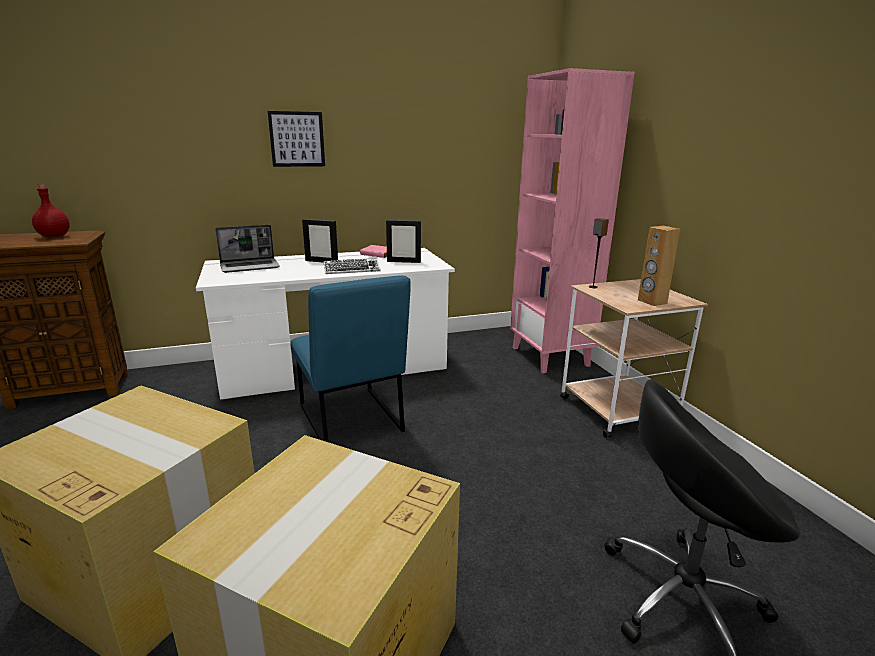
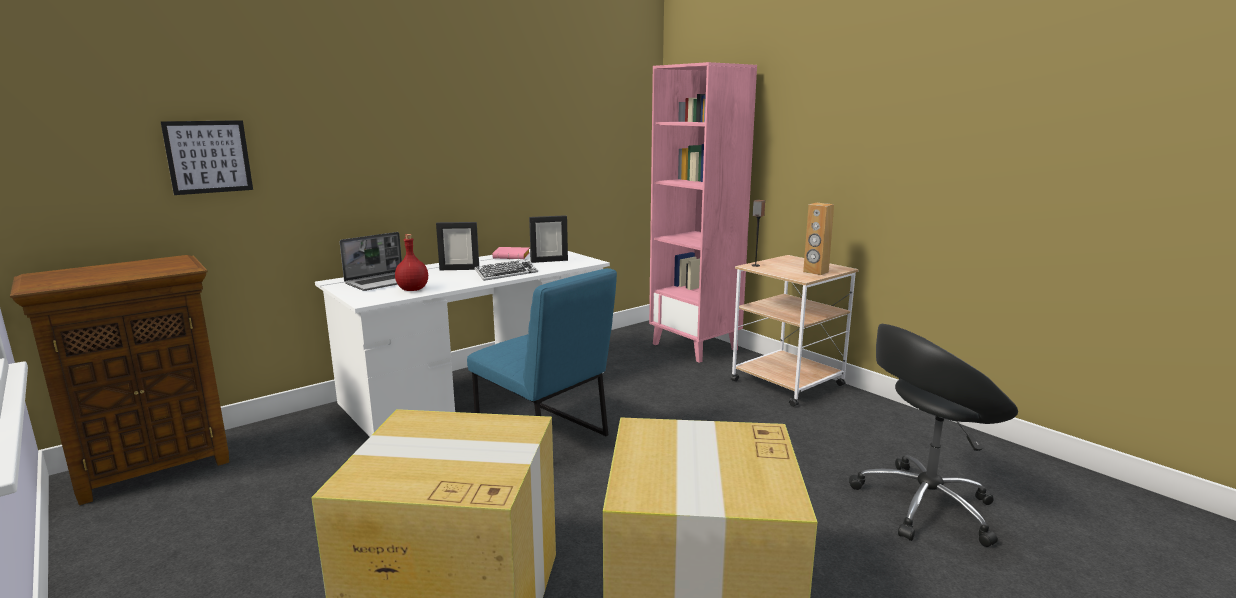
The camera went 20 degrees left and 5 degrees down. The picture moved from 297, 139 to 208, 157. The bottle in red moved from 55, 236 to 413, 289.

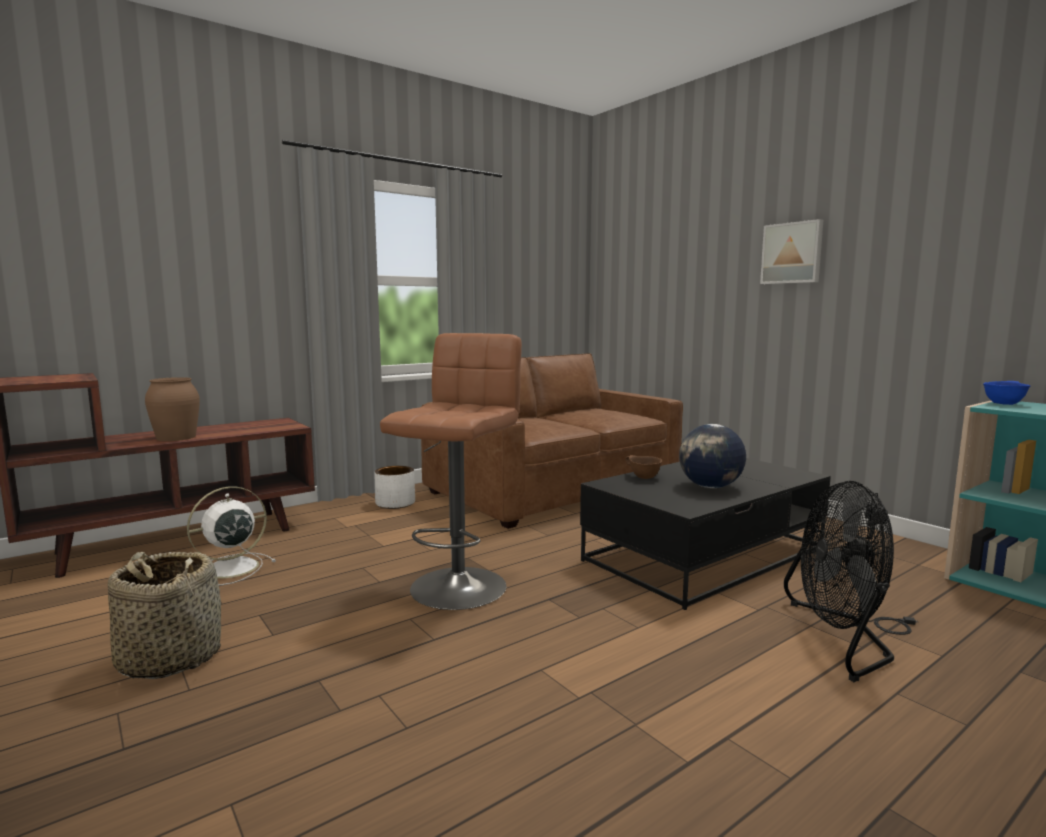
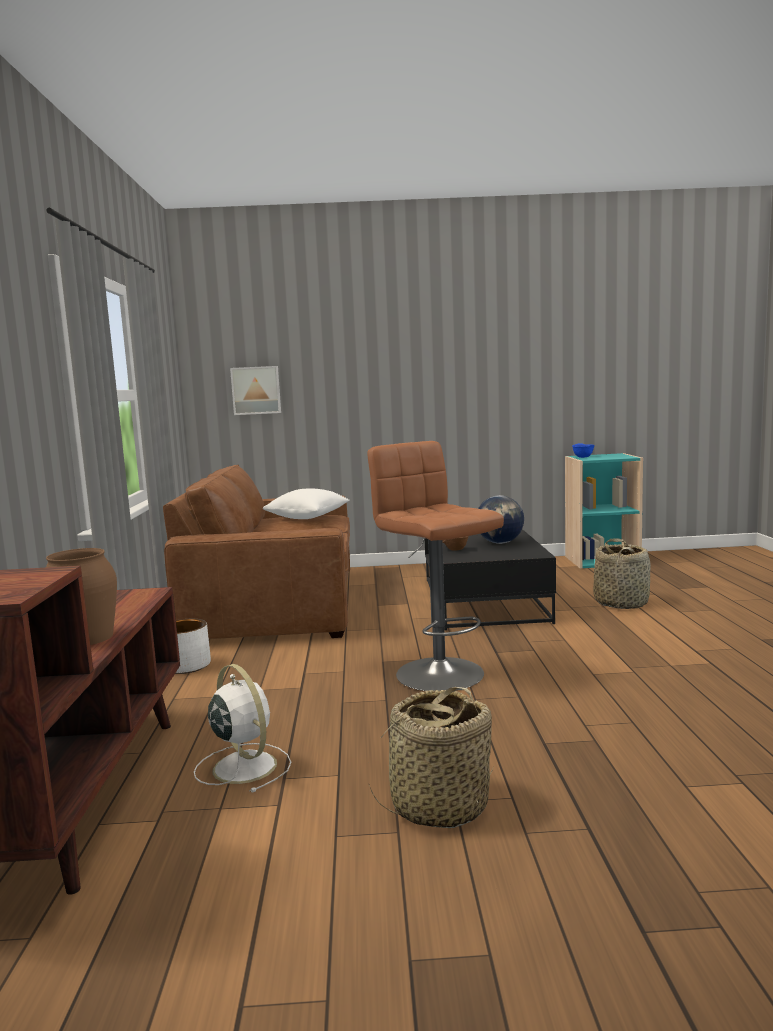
The camera went 55 degrees left and 0 degrees up. The fan in white at 229, 569 turned 150 degrees clockwise. The picture moved from 792, 253 to 256, 390. The pillow in white at 308, 517 appeared. The fan in black at 848, 636 was replaced by the basket at 621, 602.

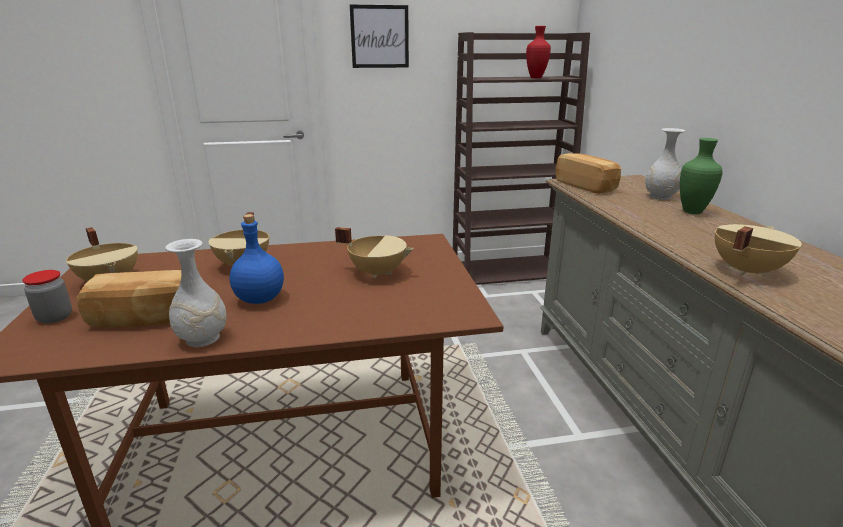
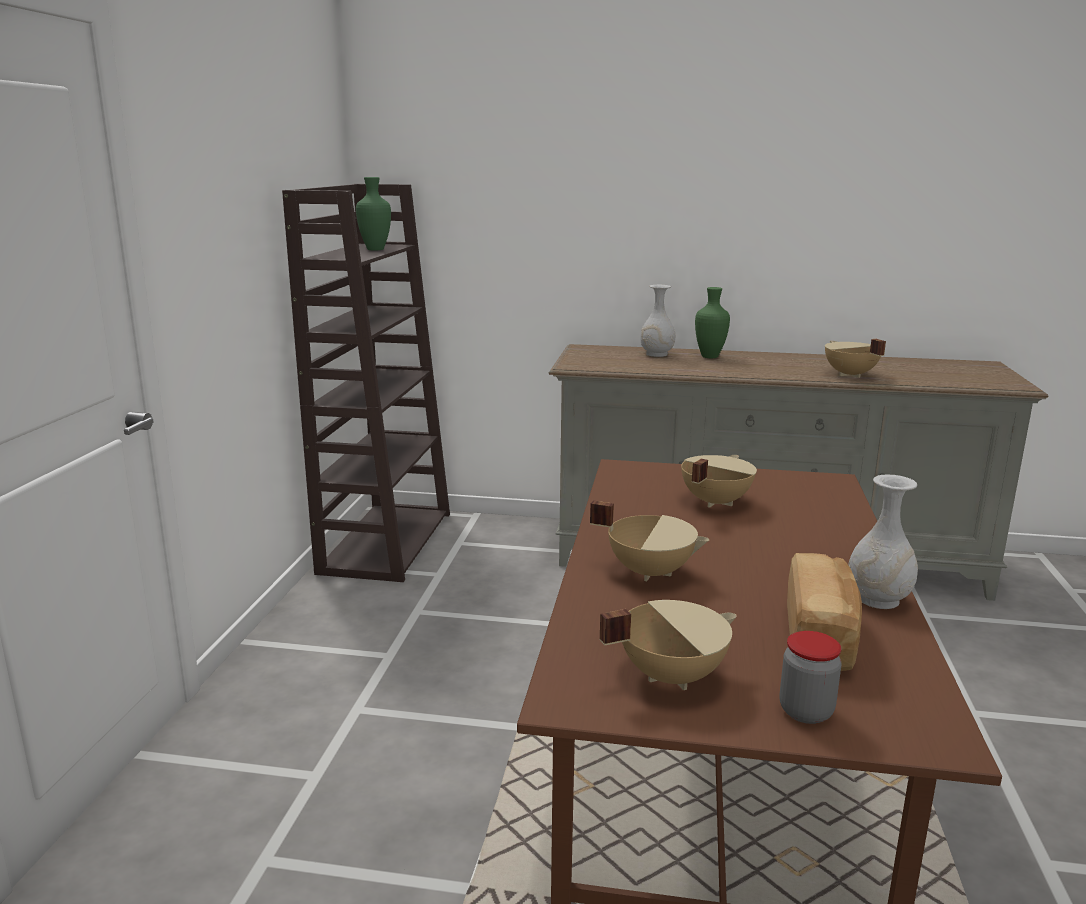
The camera went 70 degrees left and 5 degrees down. The vase in red at 536, 78 became the vase in green at 375, 249. The bottle in blue at 260, 298 disappeared. The picture at 379, 37 disappeared. The bread at 586, 186 disappeared.

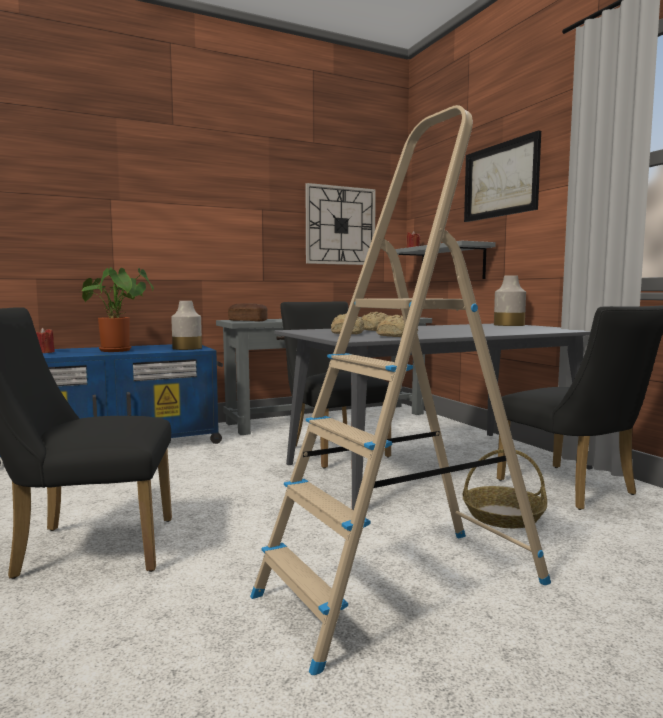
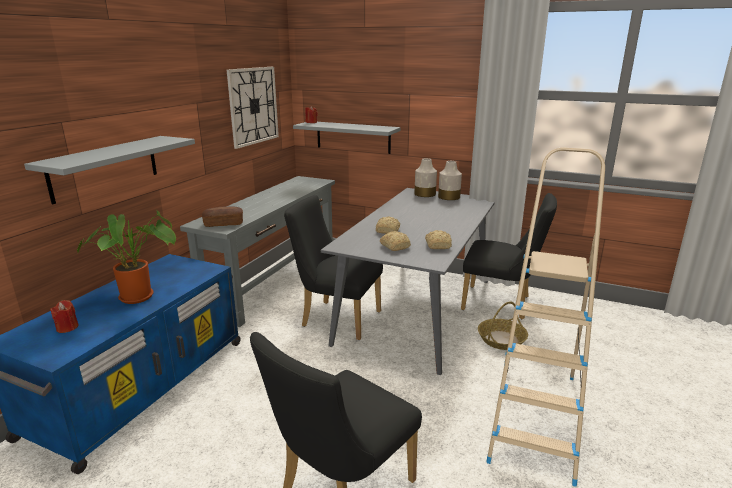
The camera went 40 degrees left and 15 degrees up. The shelf in grey at 105, 168 appeared. The vase in beige moved from 187, 348 to 449, 197. The picture at 500, 180 disappeared.

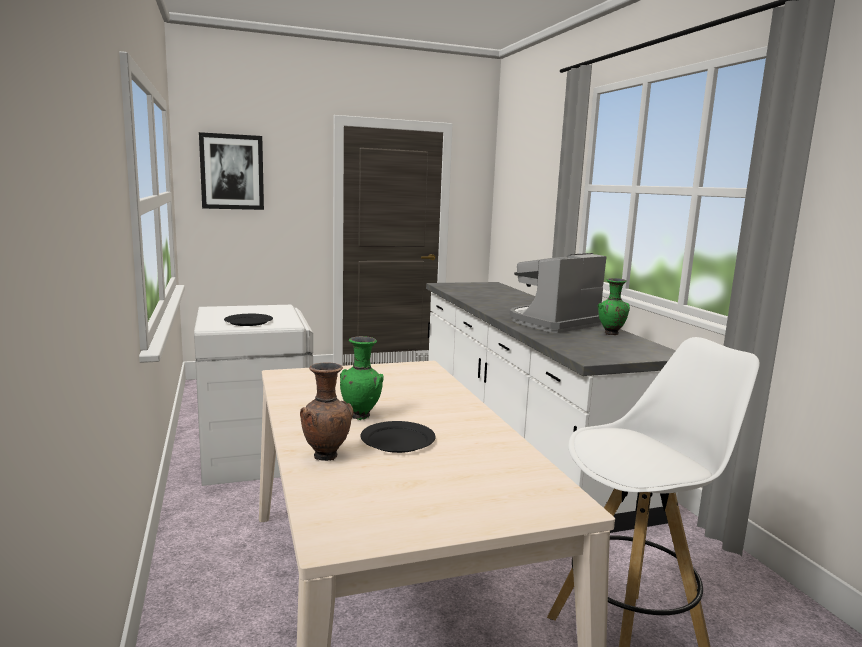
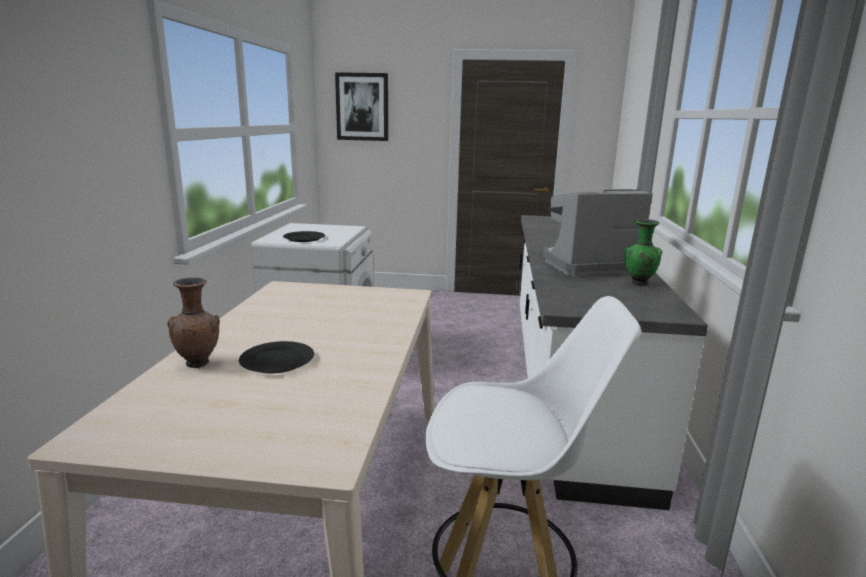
The camera went 25 degrees right and 5 degrees up. The vase in green at 361, 416 disappeared.

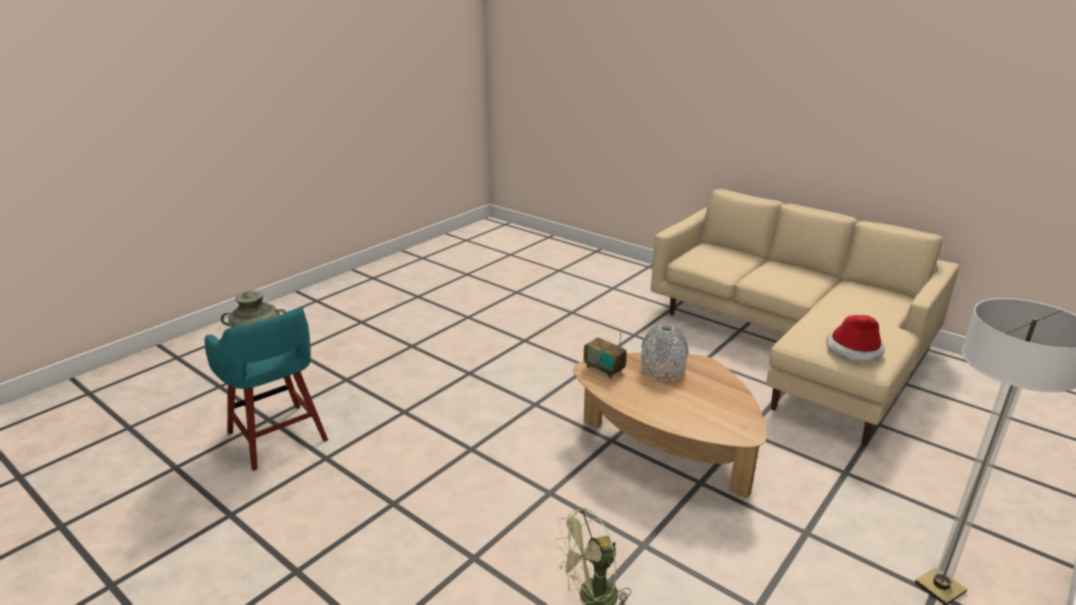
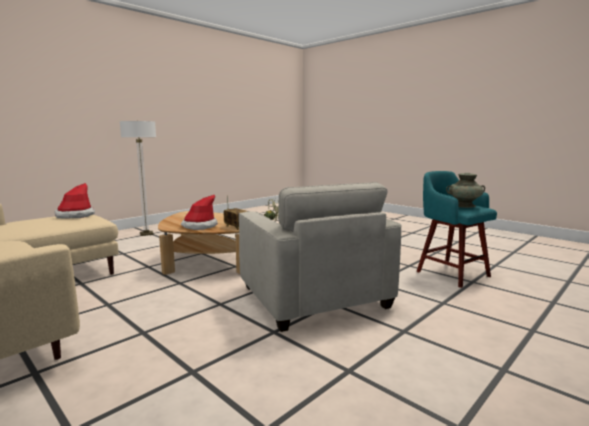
The camera went 175 degrees left and 15 degrees down. The vase in grey at 662, 370 was replaced by the hat at 199, 226. The armchair in grey at 313, 297 appeared.

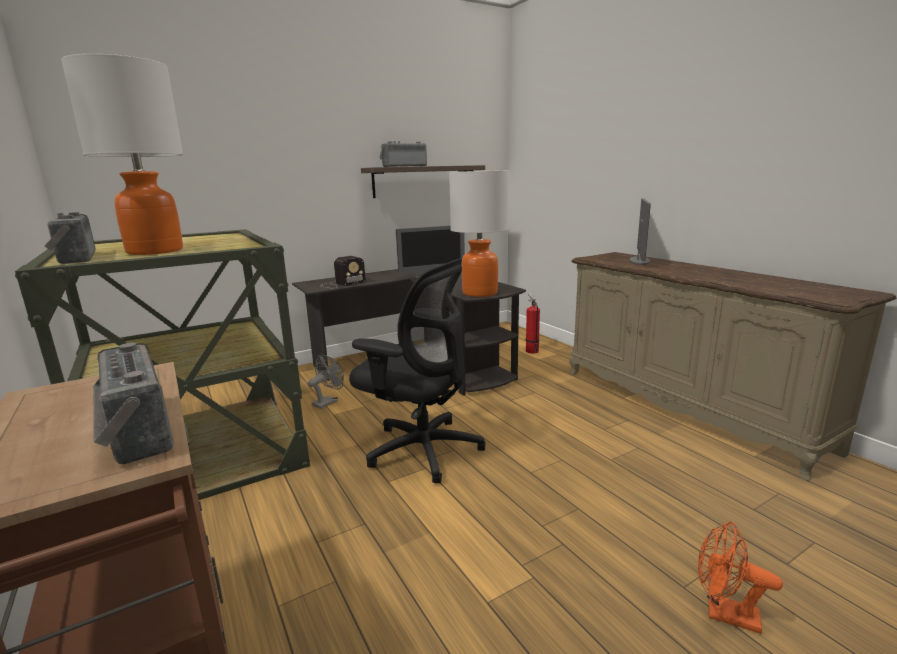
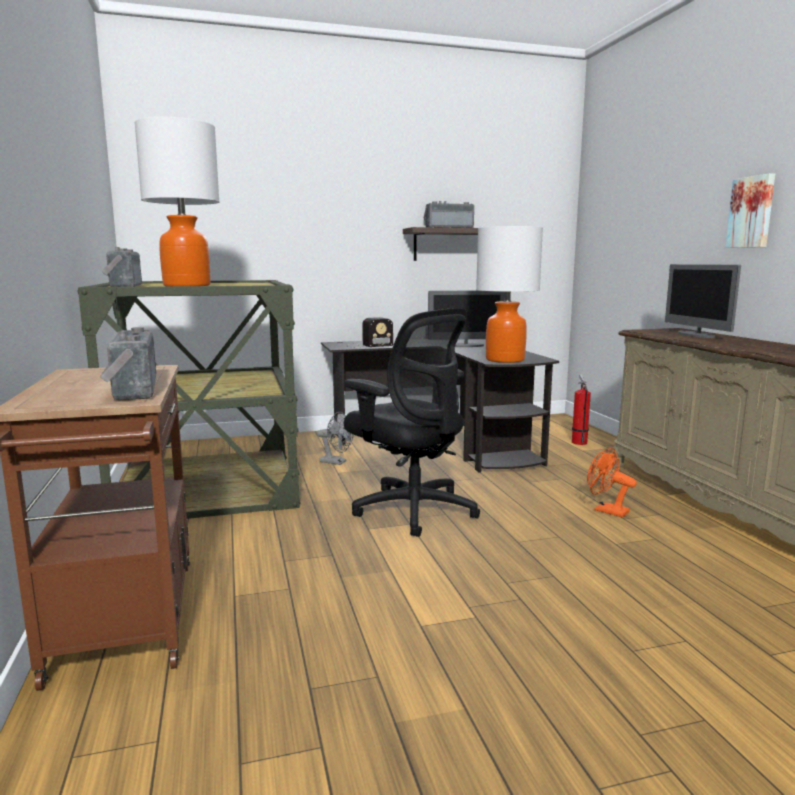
The camera went 15 degrees right and 5 degrees down. The fan in grey at 328, 402 turned 60 degrees clockwise. The fan in orange moved from 724, 614 to 606, 510. The monitor at 639, 261 turned 135 degrees clockwise. The picture at 752, 212 appeared.

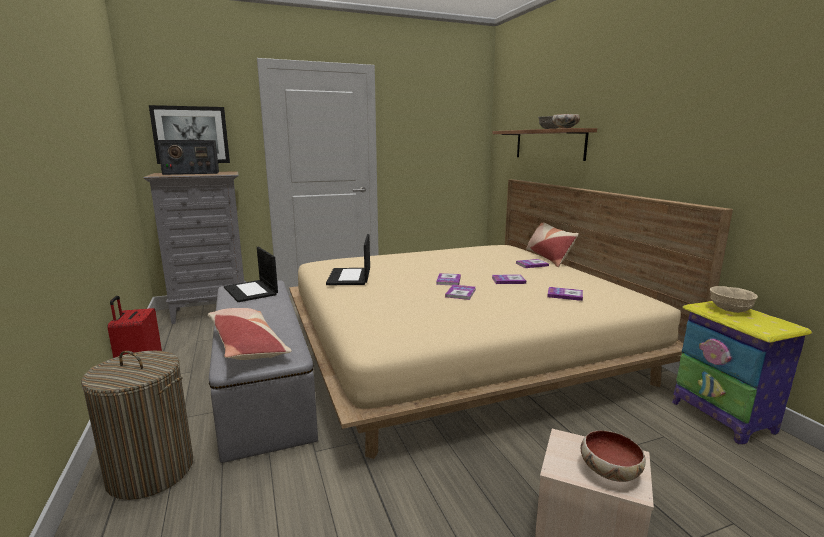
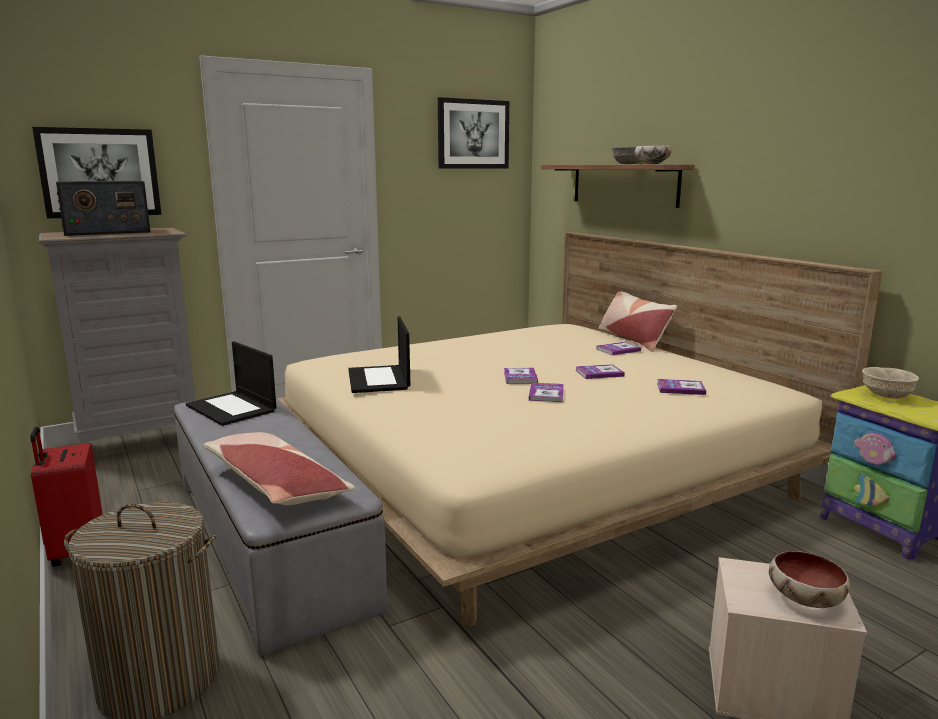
The camera went 10 degrees left and 0 degrees up. The picture at 473, 134 appeared.

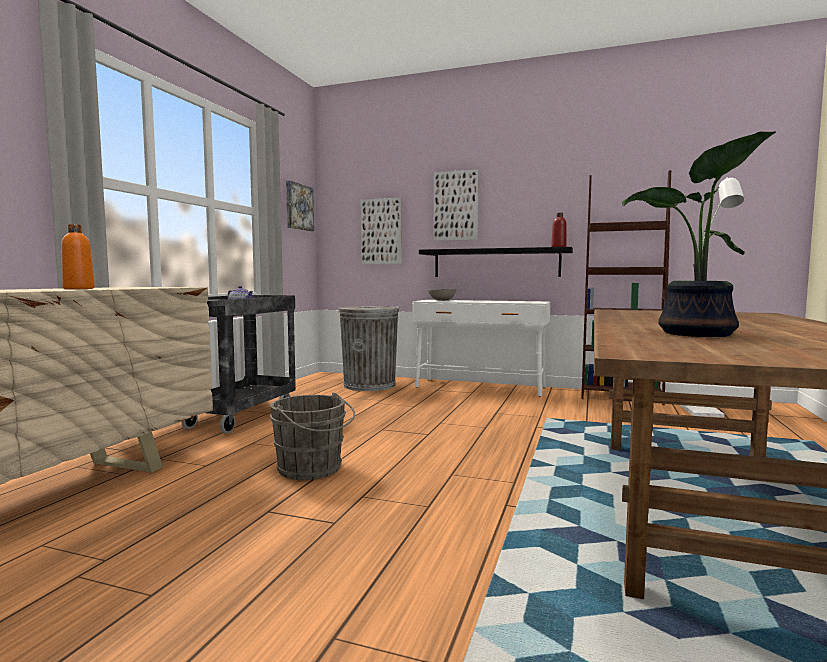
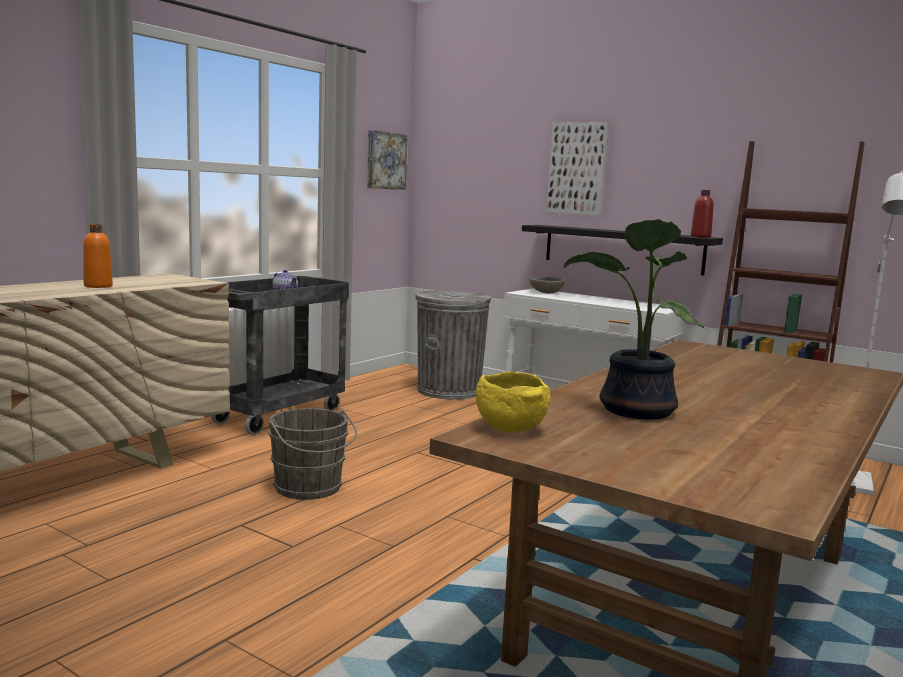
The camera went 15 degrees right and 5 degrees up. The bowl in yellow at 509, 429 appeared. The picture at 381, 231 disappeared.

